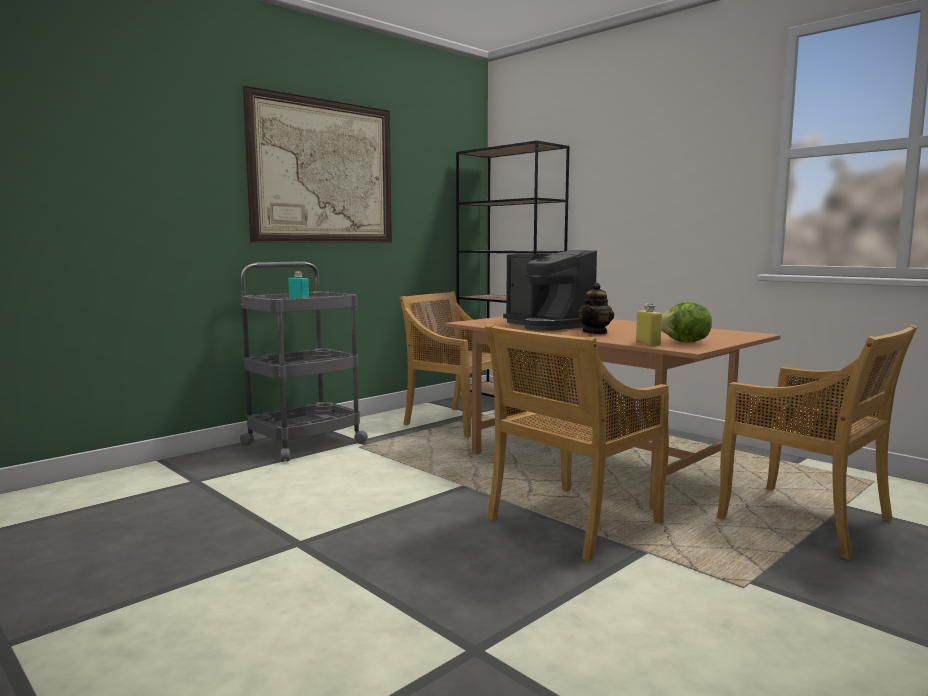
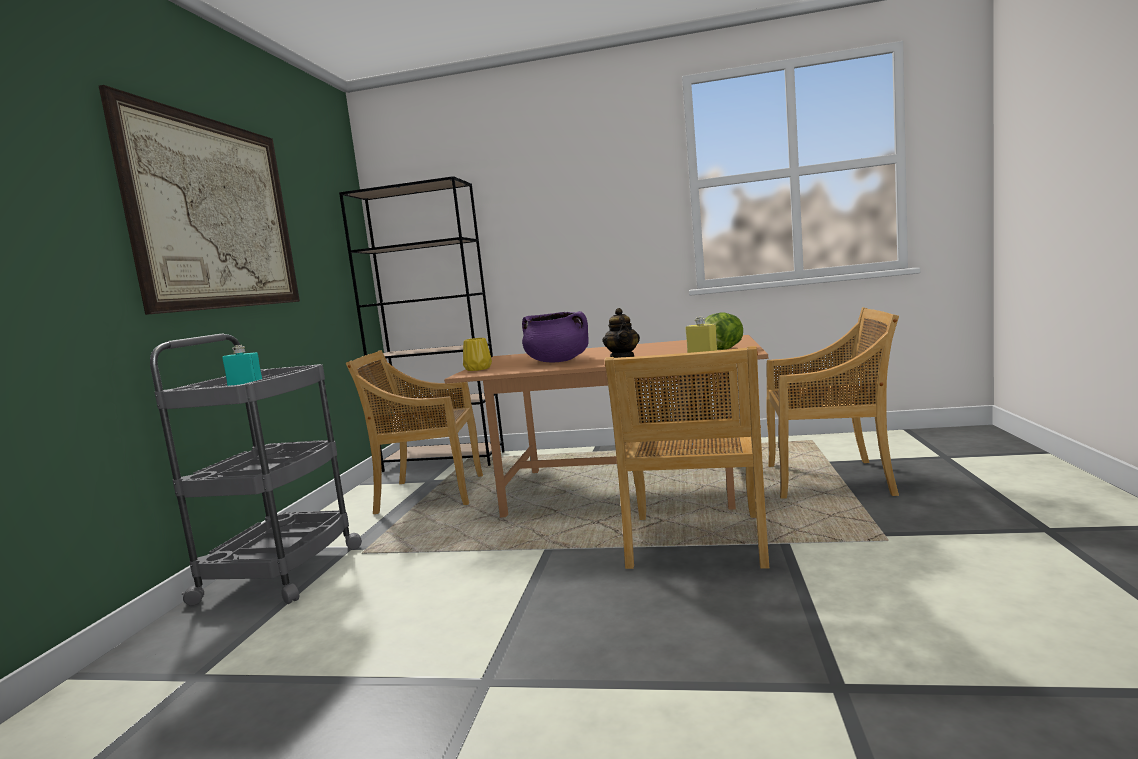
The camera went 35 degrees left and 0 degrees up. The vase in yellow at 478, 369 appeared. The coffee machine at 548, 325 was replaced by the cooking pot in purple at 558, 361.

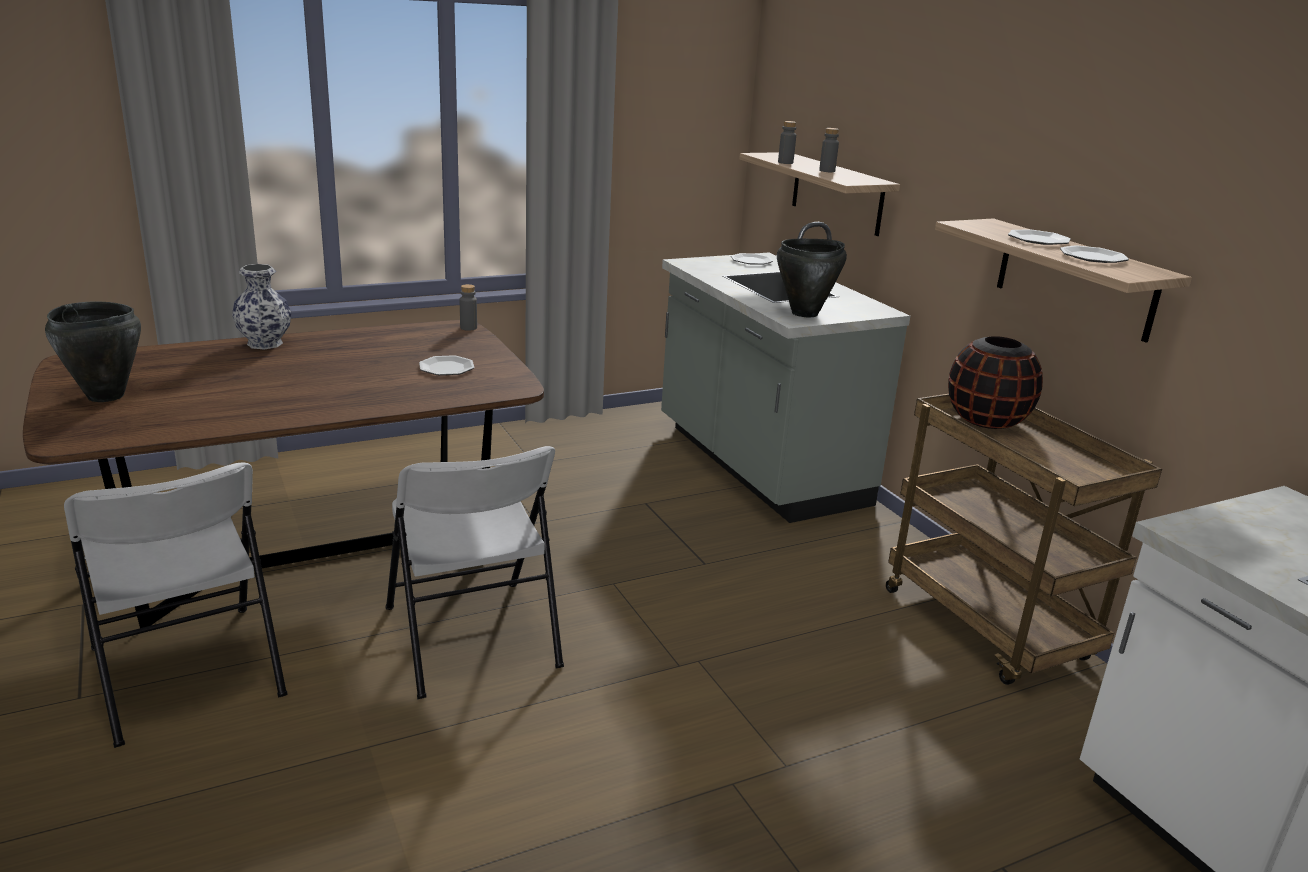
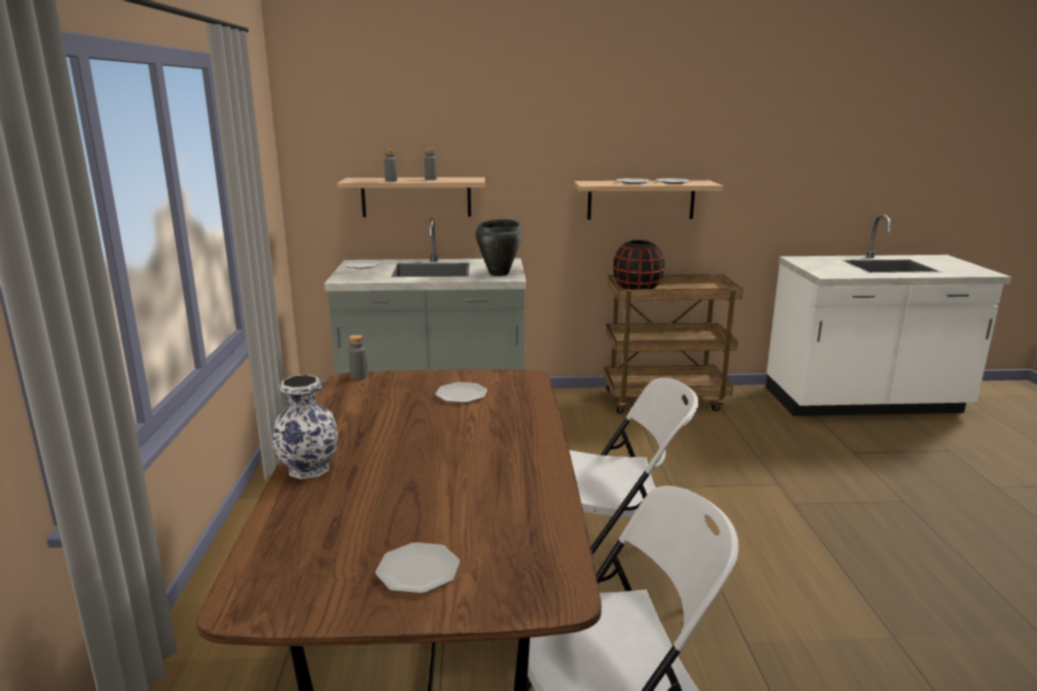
The camera went 65 degrees left and 5 degrees down. The cooking pot in black at 105, 396 was replaced by the plate at 419, 571.

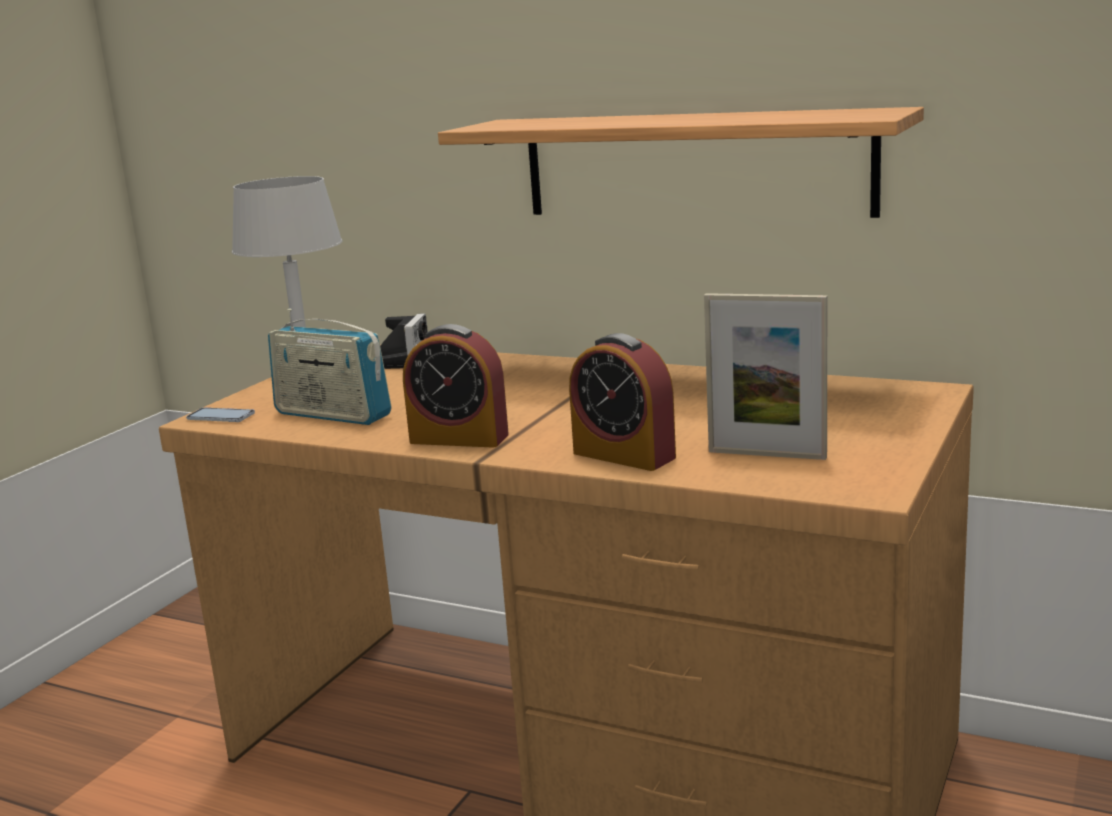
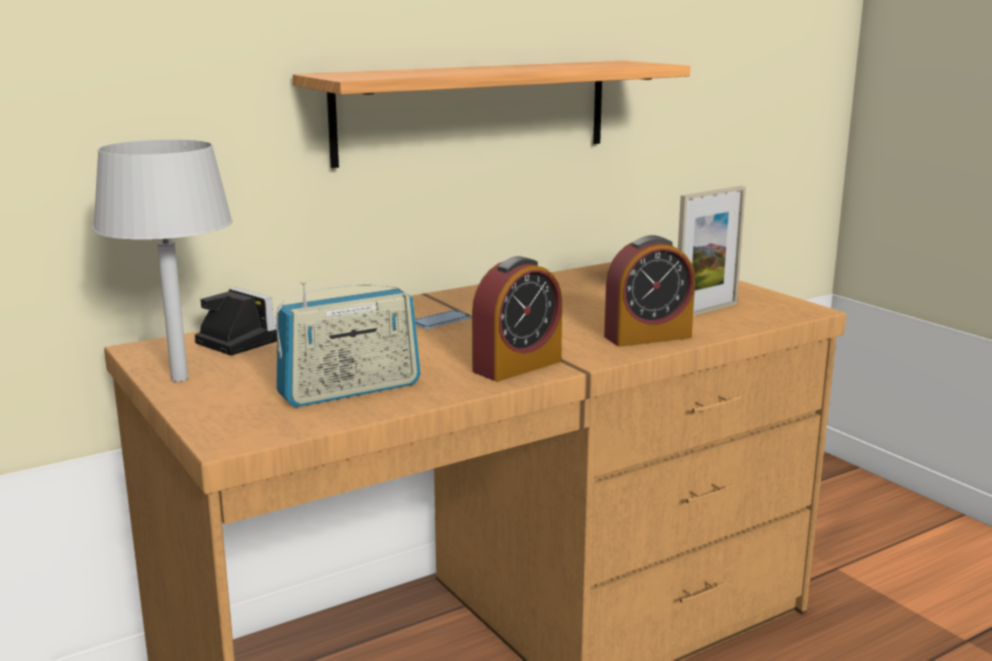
The camera went 60 degrees left and 0 degrees up. The phone moved from 221, 417 to 440, 321.

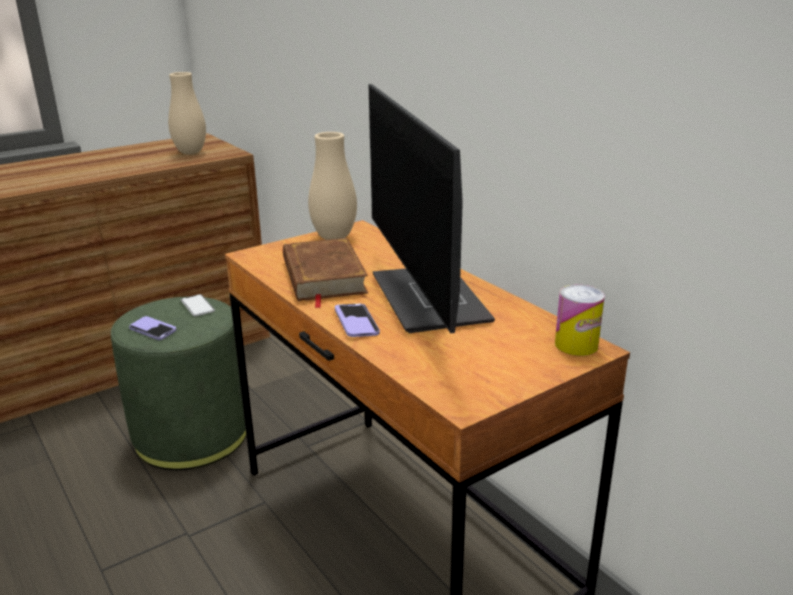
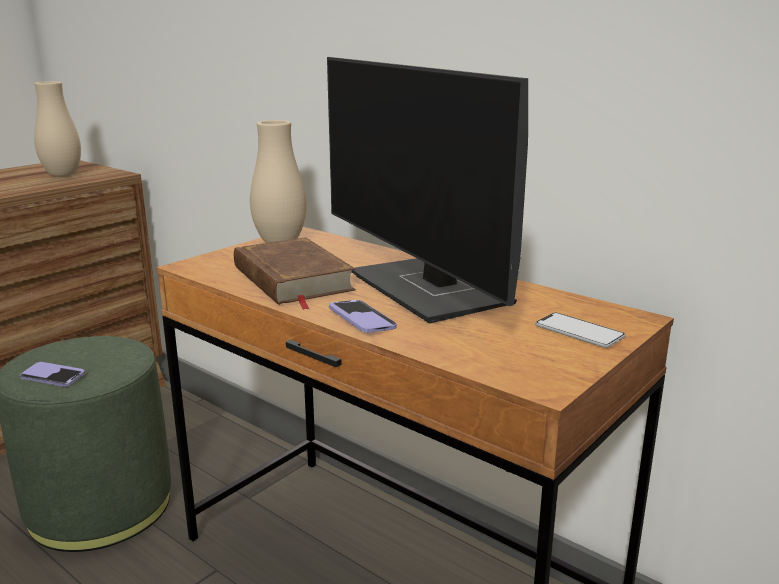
The camera went 15 degrees left and 5 degrees down. The phone moved from 197, 306 to 579, 332. The can at 576, 345 disappeared.

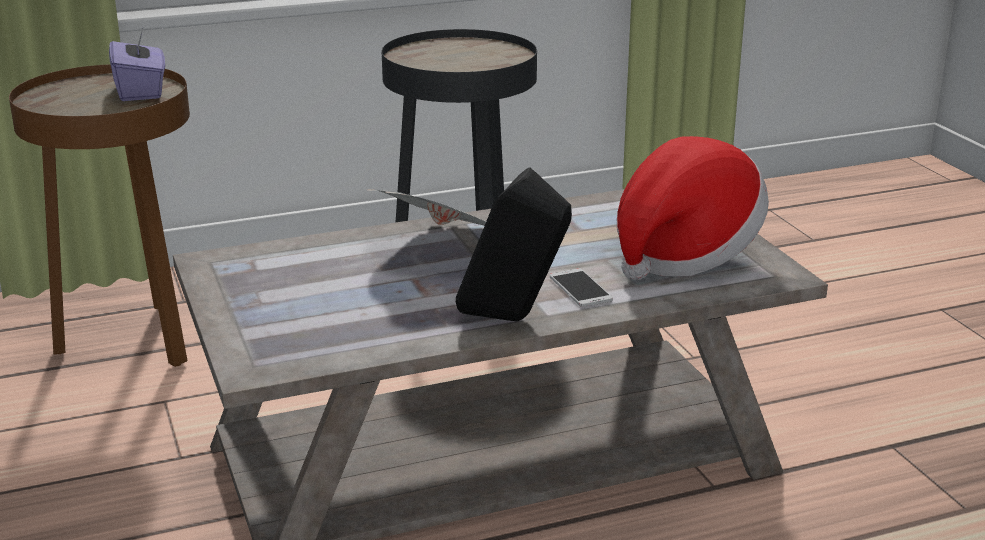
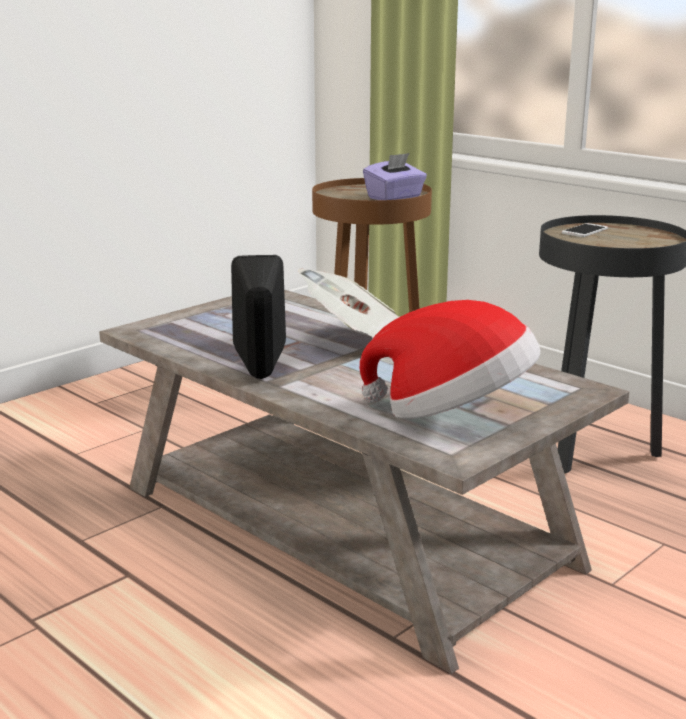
The camera went 65 degrees right and 5 degrees down. The phone moved from 580, 288 to 584, 231.

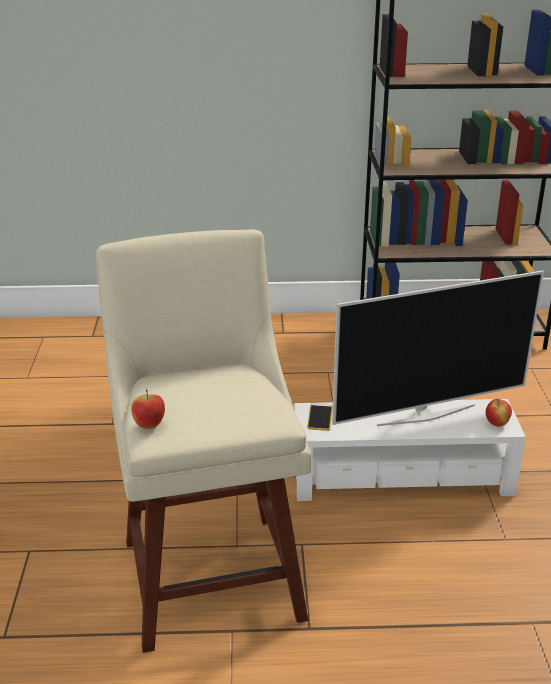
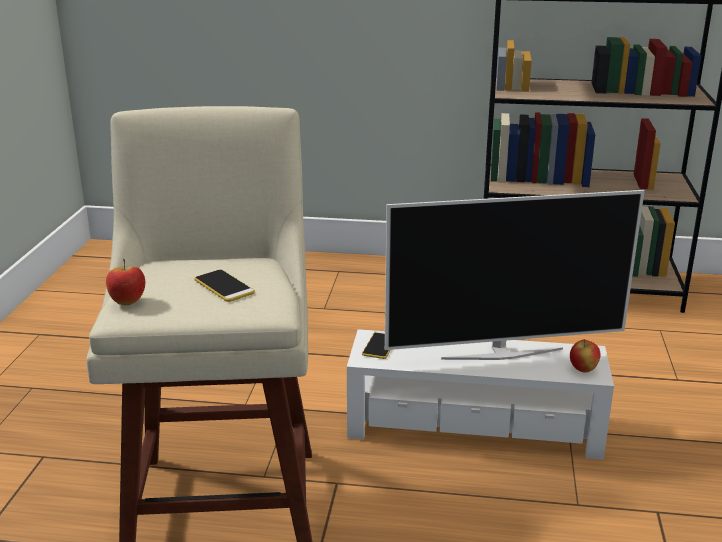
The camera went 10 degrees right and 5 degrees down. The phone at 224, 286 appeared.

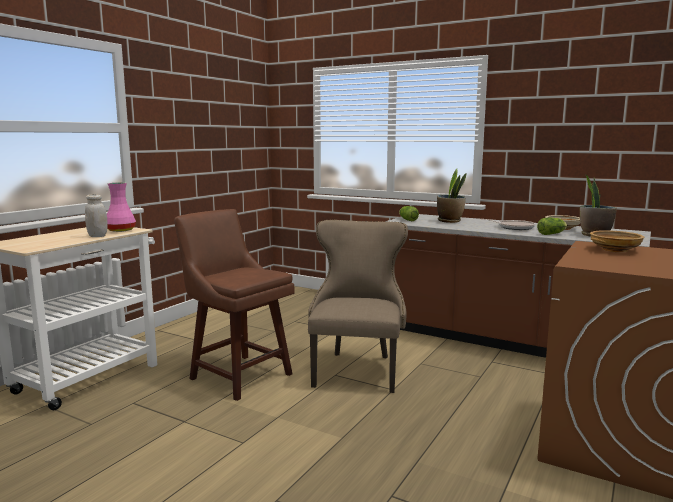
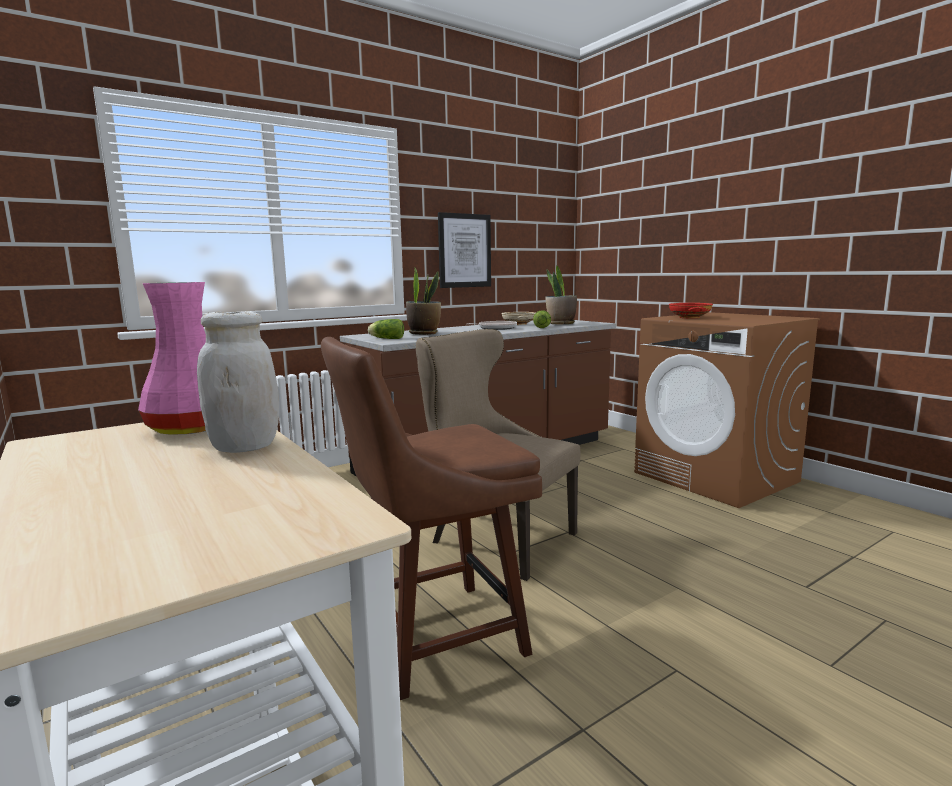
The camera went 65 degrees left and 0 degrees up. The picture at 464, 250 appeared. The bowl in beige at 615, 250 became the bowl in red at 689, 317.

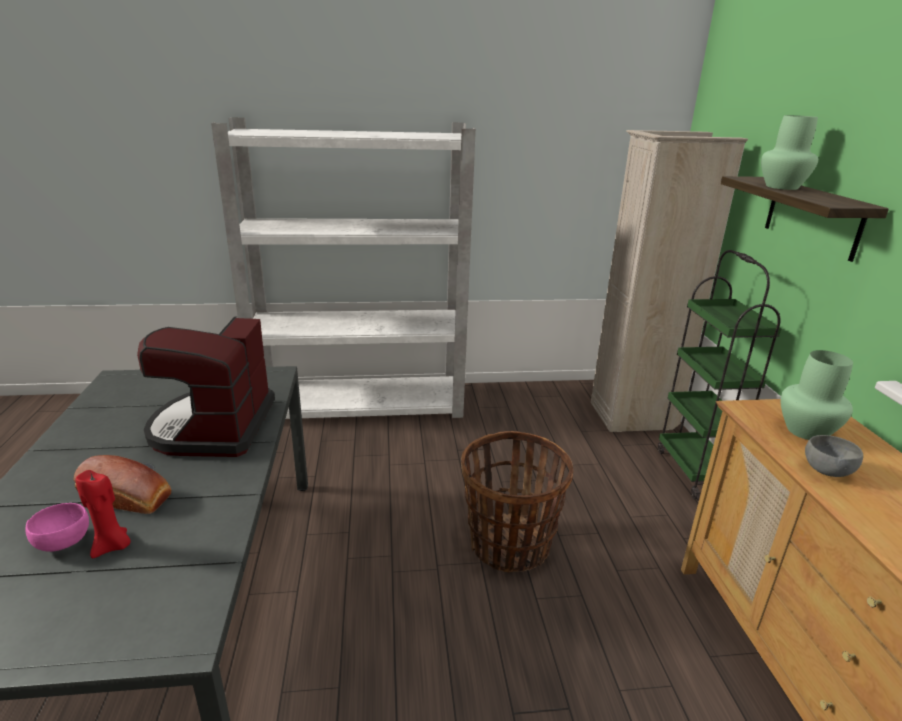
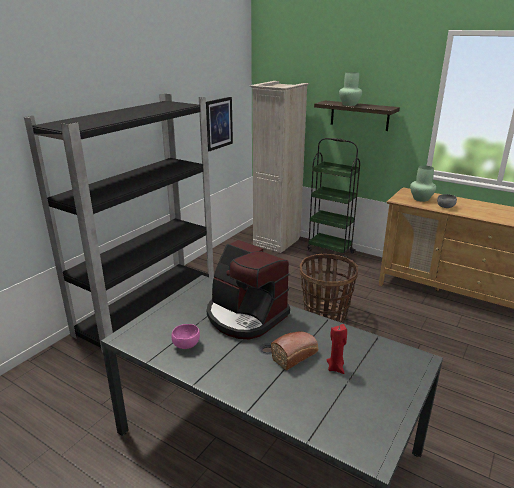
The camera went 50 degrees left and 0 degrees up. The bookcase in white at 361, 403 became the bookcase in black at 149, 306. The bowl in pink moved from 63, 542 to 186, 345. The picture at 218, 123 appeared.

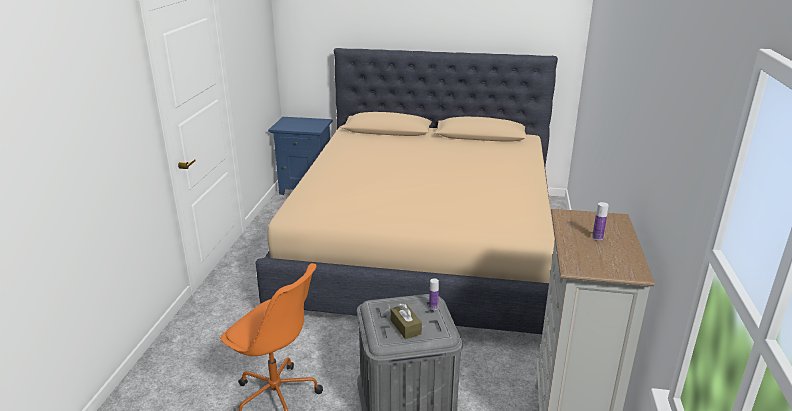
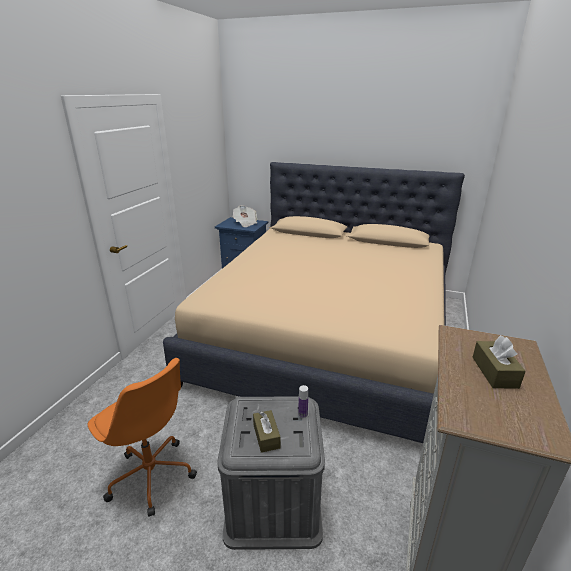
The camera went 10 degrees right and 0 degrees up. The newspaper at 245, 223 appeared. The bottle at 597, 238 was replaced by the tissue box in brown at 494, 372.

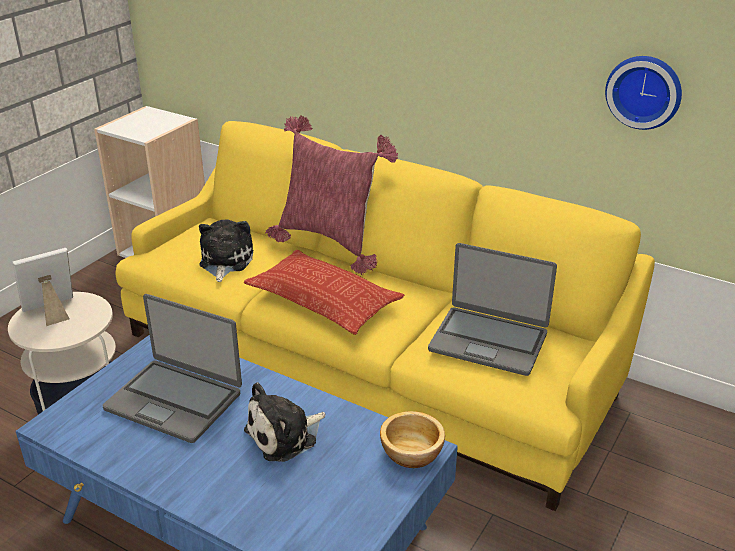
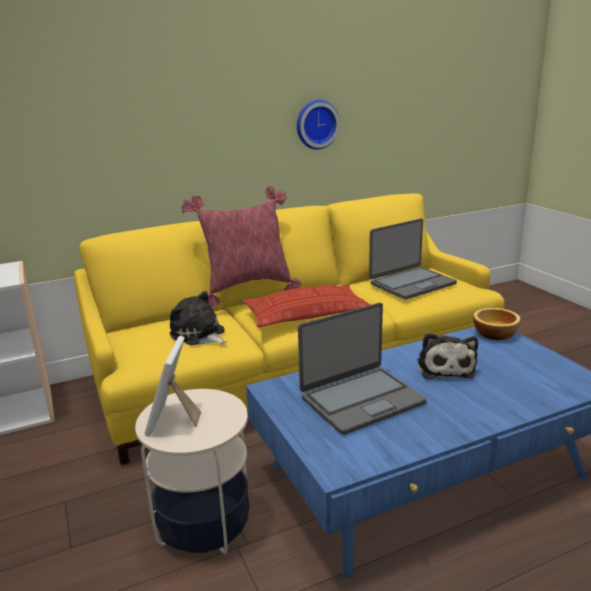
The camera went 55 degrees left and 10 degrees down. The wall clock moved from 644, 91 to 316, 124.

